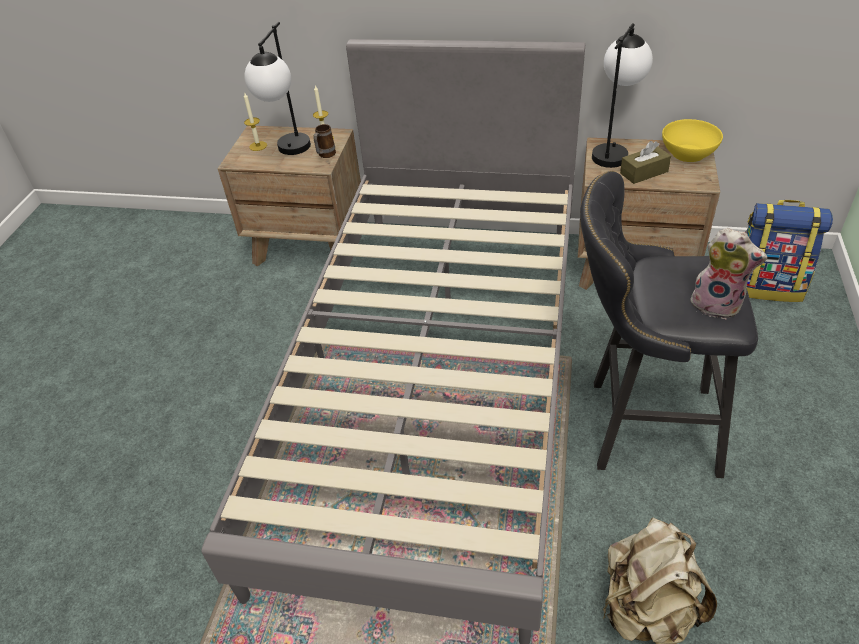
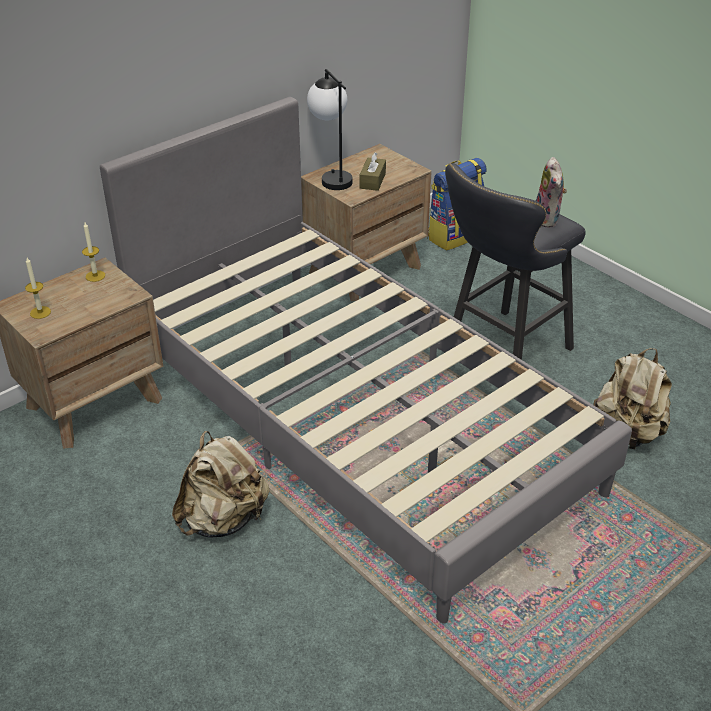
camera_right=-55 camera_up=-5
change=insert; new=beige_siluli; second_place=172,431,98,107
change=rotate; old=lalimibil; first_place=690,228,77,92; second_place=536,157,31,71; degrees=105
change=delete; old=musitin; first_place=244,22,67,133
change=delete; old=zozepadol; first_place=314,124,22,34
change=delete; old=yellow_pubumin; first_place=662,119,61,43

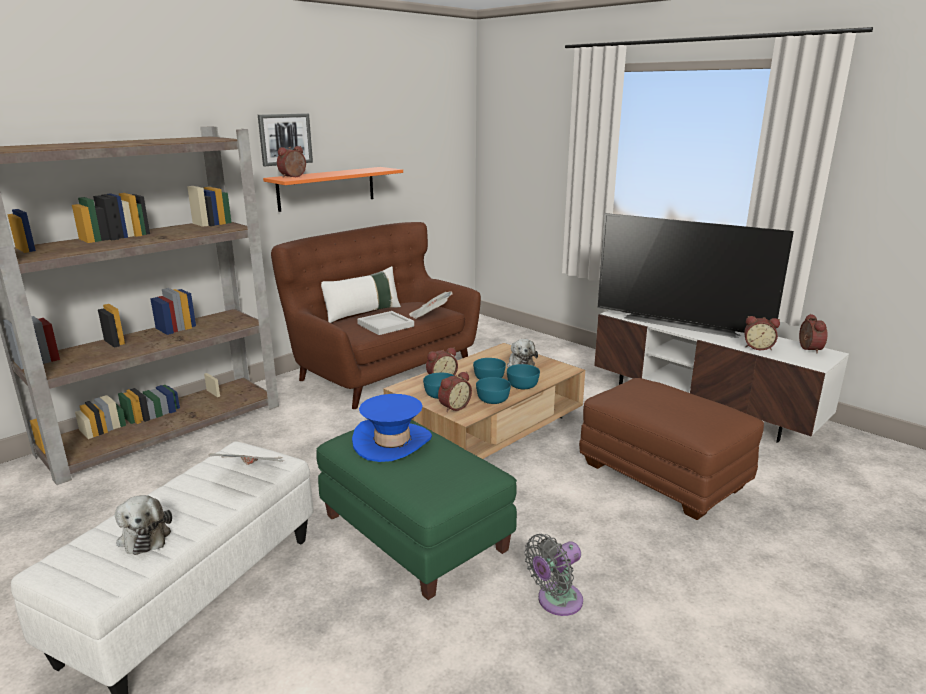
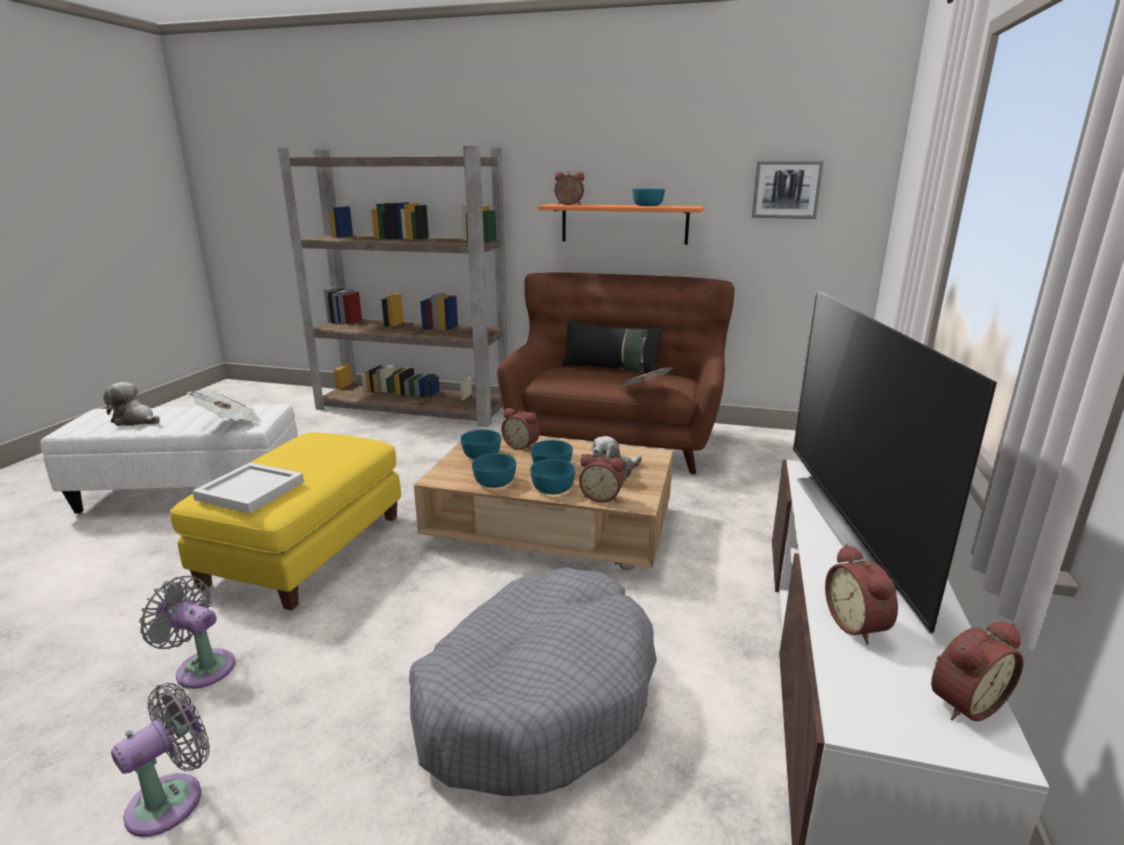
camera_right=60 camera_up=0
change=rotate; old=lalimibil; first_place=115,495,57,60; second_place=103,382,57,44; degrees=75
change=insert; new=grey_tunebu; second_place=111,683,99,154
change=recolor; old=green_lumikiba; new=yellow_lumikiba; first_place=316,420,201,180; second_place=170,432,231,178
change=move; old=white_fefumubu; first_place=357,311,57,24; second_place=192,463,112,51
change=replace; old=brown_lumikiba; new=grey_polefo; first_place=579,378,185,142; second_place=409,567,248,229
change=recolor; old=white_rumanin; new=black_rumanin; first_place=321,266,80,57; second_place=562,321,102,53
change=move; old=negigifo; first_place=438,371,34,41; second_place=579,454,45,49
change=insert; new=turquoise_pubumin; second_place=633,189,32,17
change=move; old=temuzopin; first_place=258,114,55,52; second_place=752,160,72,59
change=delete; old=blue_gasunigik; first_place=352,394,80,68

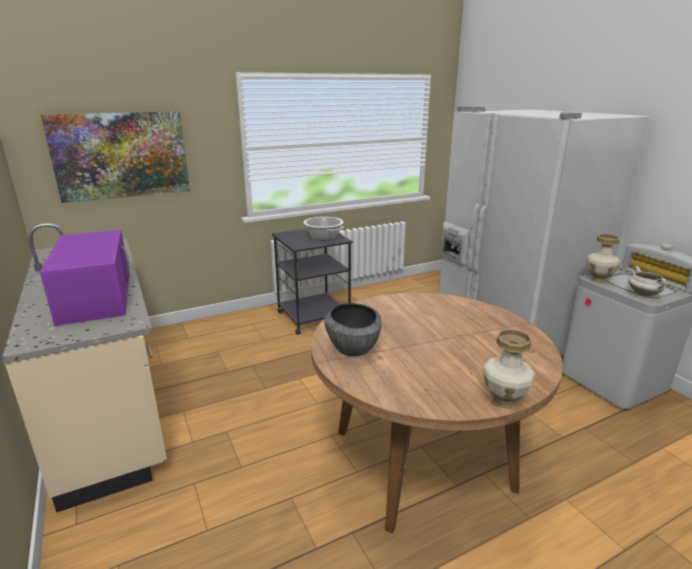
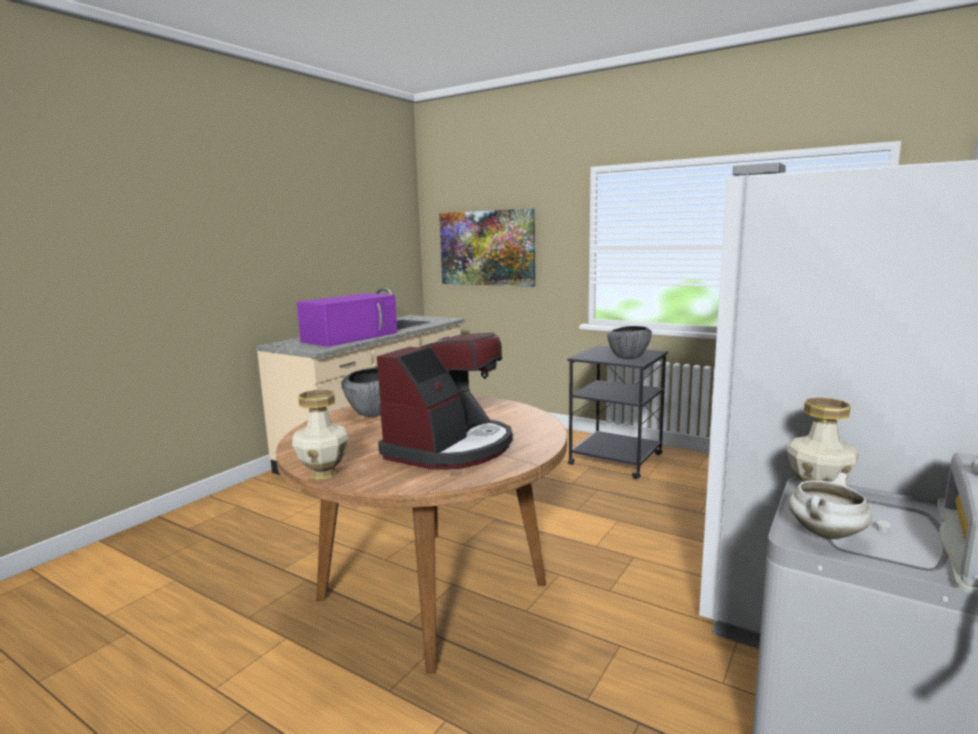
camera_right=60 camera_up=-10
change=insert; new=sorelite; second_place=377,333,135,137
change=replace; old=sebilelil; new=pubumin; first_place=303,217,41,23; second_place=607,326,45,33

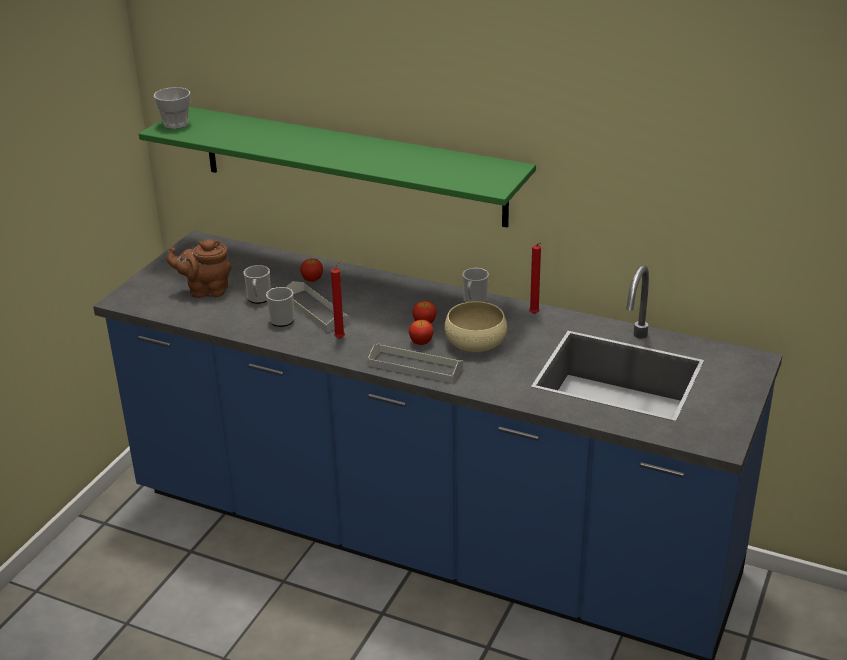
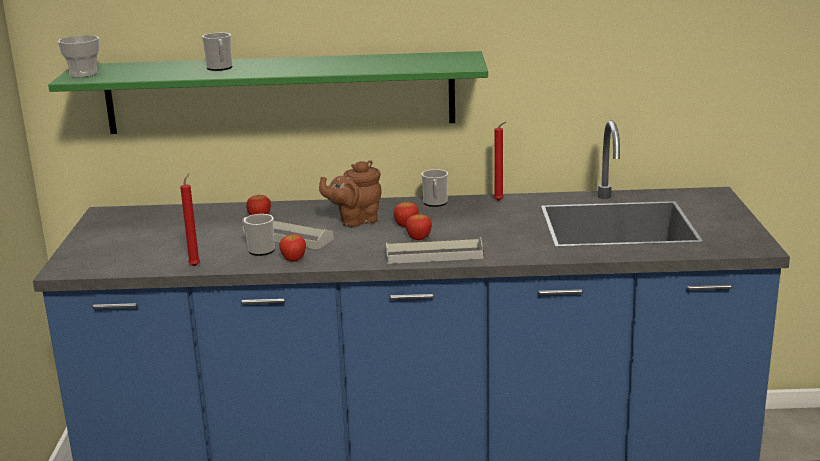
camera_right=-25 camera_up=-10
change=move; old=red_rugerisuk; first_place=331,259,14,80; second_place=180,174,20,92
change=move; old=zozepadol; first_place=243,265,28,39; second_place=202,33,30,38
change=insert; new=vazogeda; second_place=279,235,27,27
change=move; old=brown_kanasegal; first_place=167,239,64,59; second_place=319,160,62,67
change=delete; old=beige_pubumin; first_place=444,301,63,51

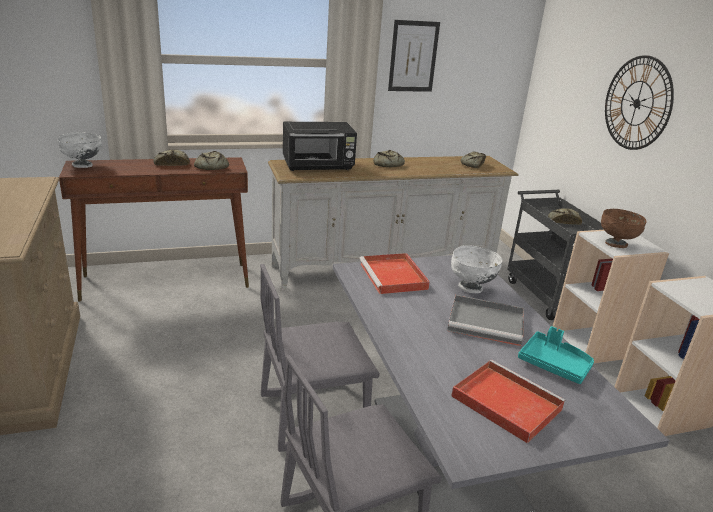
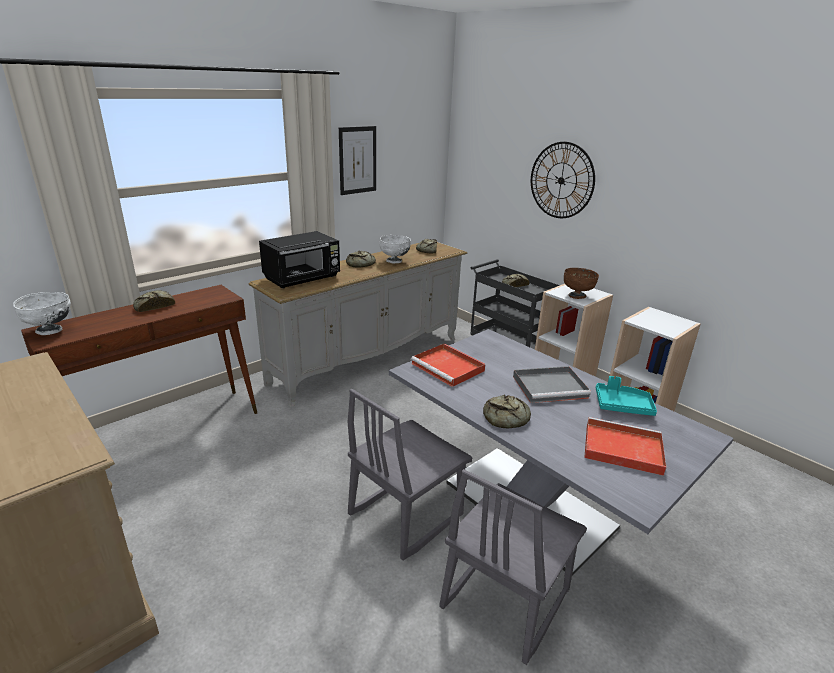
camera_right=-25 camera_up=0
change=move; old=white_pubumin; first_place=451,245,51,48; second_place=379,235,32,28
change=move; old=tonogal; first_place=194,151,35,19; second_place=483,394,48,34

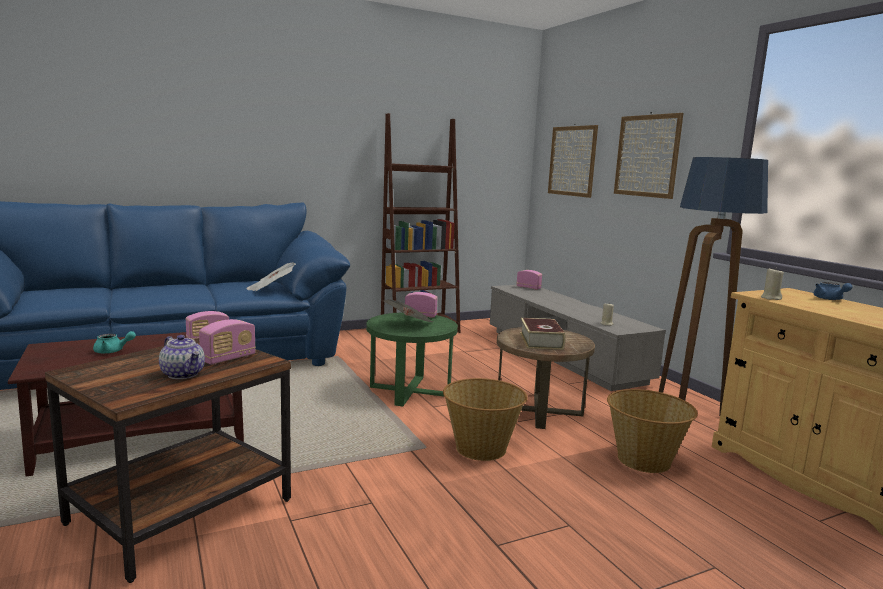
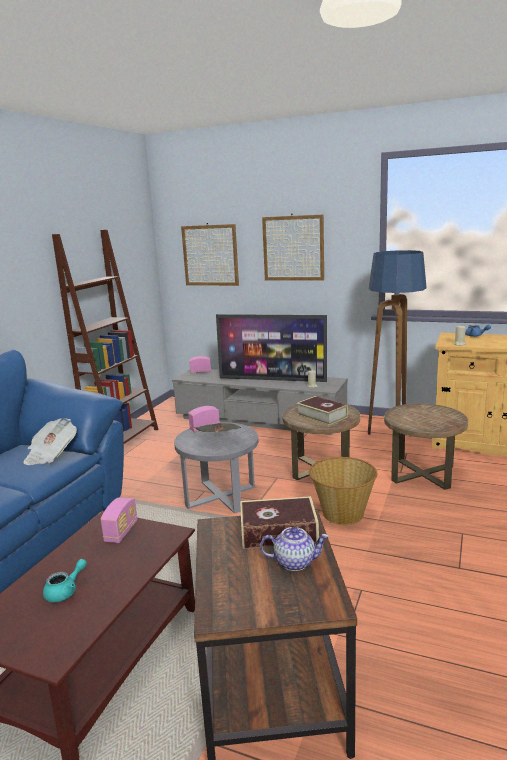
camera_right=-40 camera_up=5
change=recolor; old=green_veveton; new=grey_veveton; first_place=366,312,92,94; second_place=174,422,84,92
change=insert; new=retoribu; second_place=216,314,111,68
change=replace; old=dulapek; new=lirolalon; first_place=199,319,57,46; second_place=240,496,79,53
change=replace; old=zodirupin; new=brown_veveton; first_place=607,389,91,84; second_place=384,403,84,87

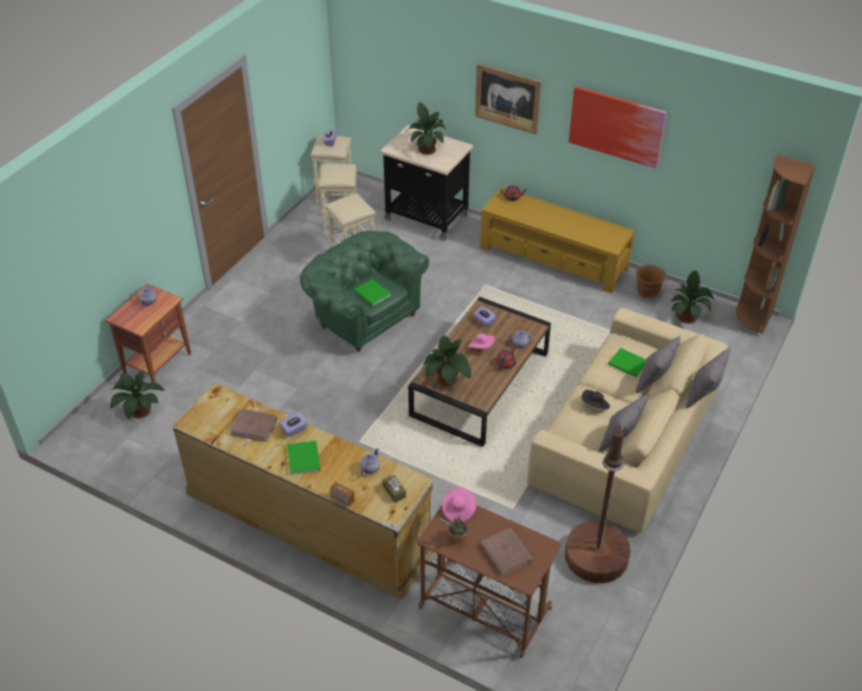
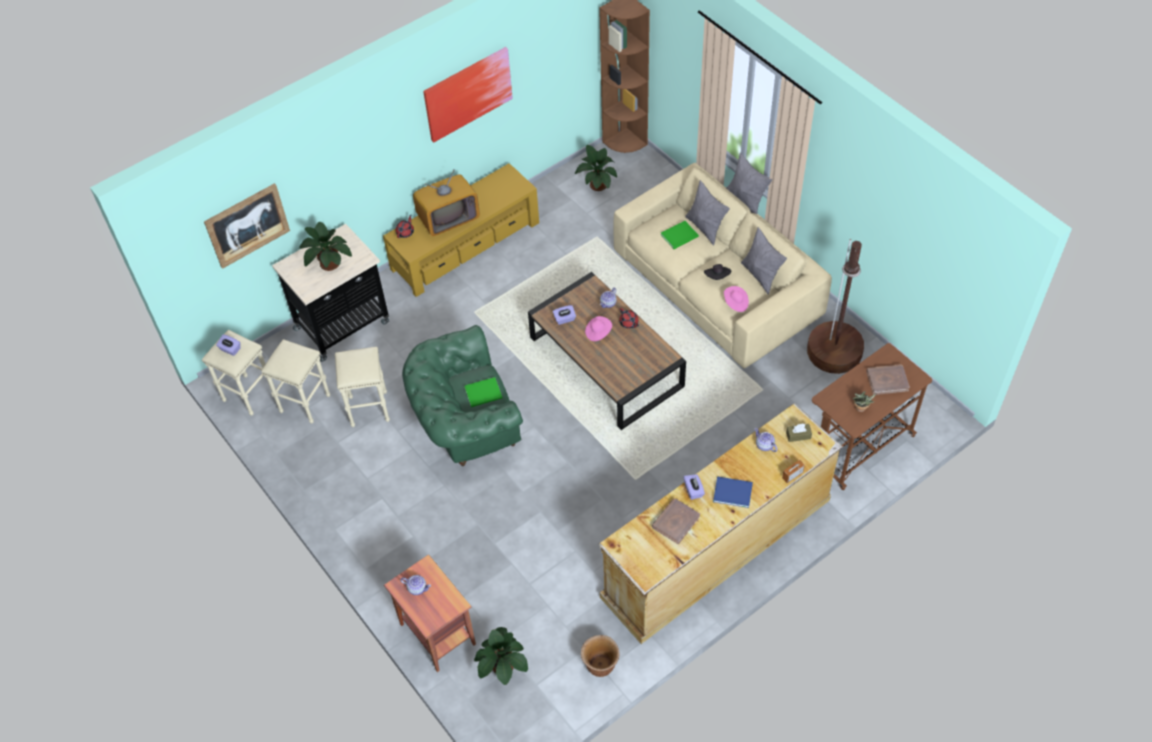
camera_right=-65 camera_up=10
change=move; old=temuzopin; first_place=475,64,67,71; second_place=204,183,86,86
change=insert; new=retoribu; second_place=413,169,67,67
change=move; old=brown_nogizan; first_place=636,265,31,33; second_place=581,635,39,42
change=recolor; old=green_lirolalon; new=blue_lirolalon; first_place=287,441,33,34; second_place=713,476,40,32
change=move; old=pink_gasunigik; first_place=442,487,35,35; second_place=724,286,25,26
change=delete; old=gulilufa; first_place=423,335,48,52

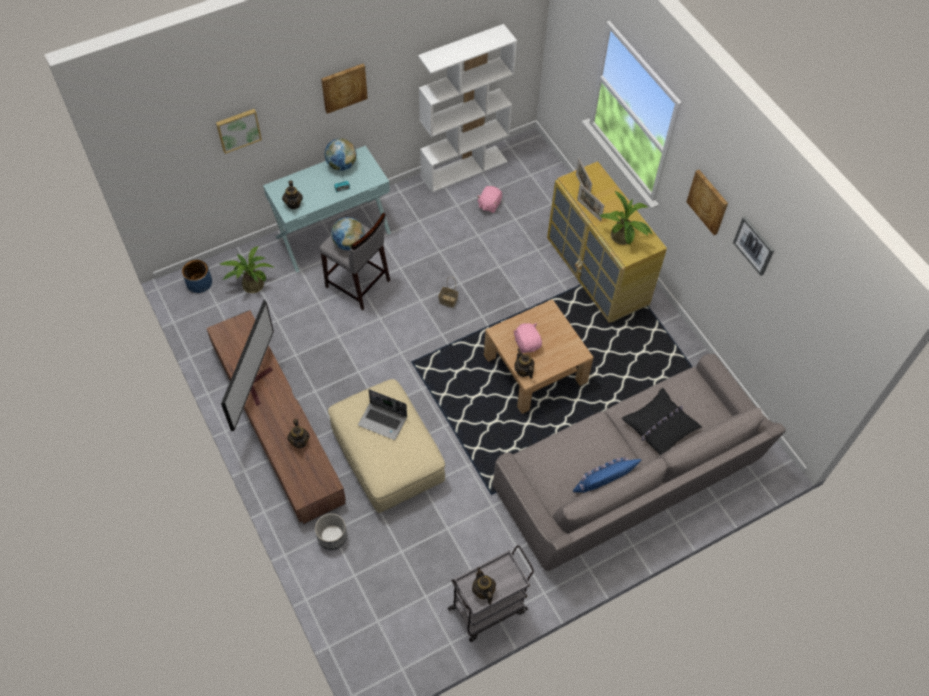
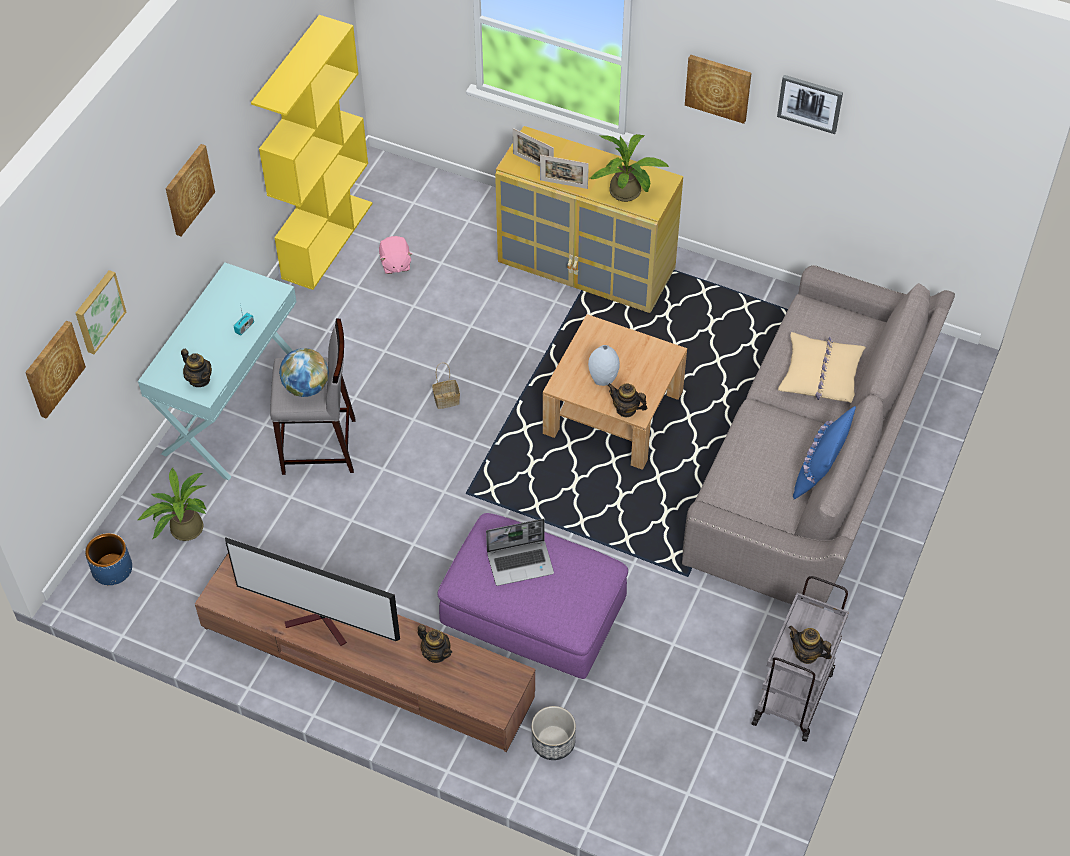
camera_right=-35 camera_up=-5
change=insert; new=temuzopin; second_place=25,321,61,98
change=rotate; old=retoribu; first_place=221,300,53,131; second_place=225,537,175,109; degrees=135
change=recolor; old=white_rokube; new=yellow_rokube; first_place=418,24,99,169; second_place=251,15,122,275
change=recolor; old=beige_lumikiba; new=purple_lumikiba; first_place=328,379,117,134; second_place=437,513,191,166
change=replace; old=pink_lalimibil; new=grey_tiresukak; first_place=513,323,29,30; second_place=588,345,32,41
change=recolor; old=black_rumanin; new=beige_rumanin; first_place=622,388,80,67; second_place=778,332,88,71
change=delete; old=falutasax; first_place=324,138,33,33

